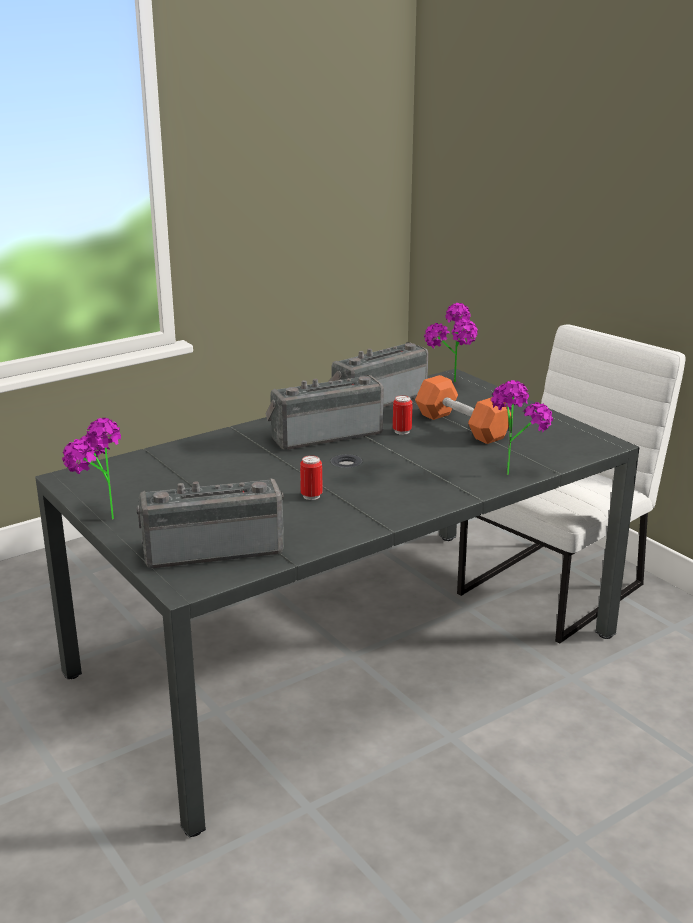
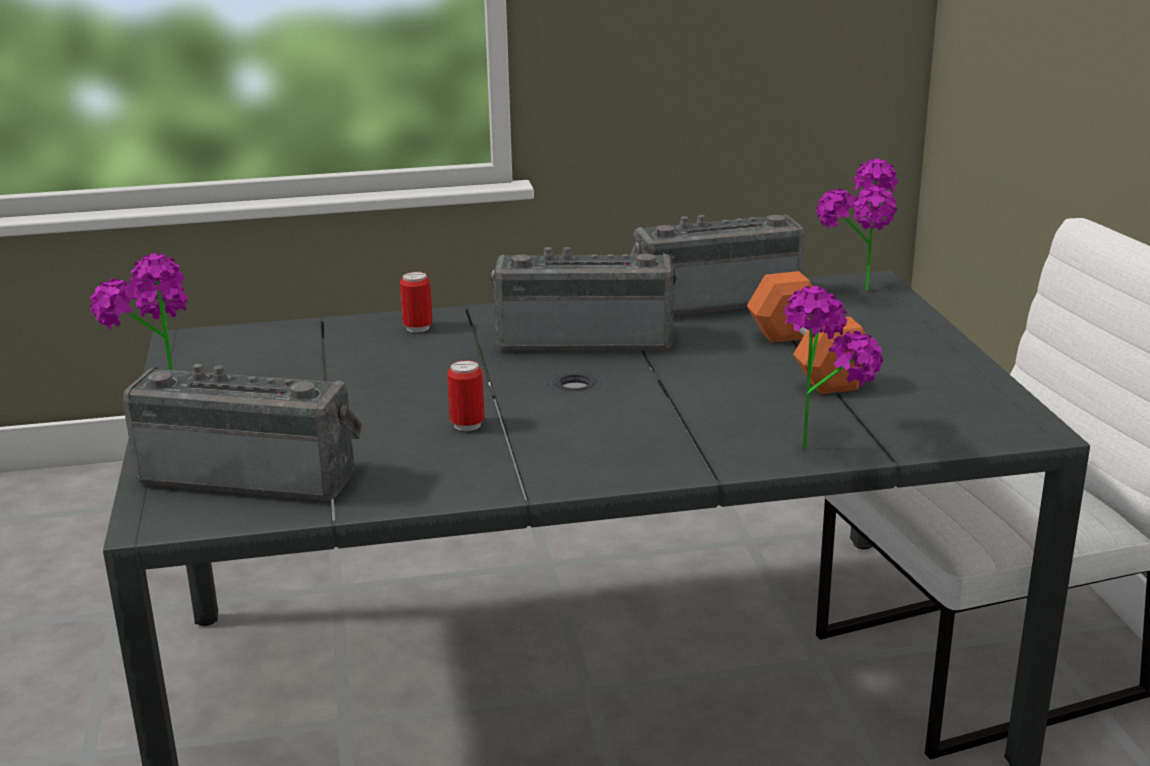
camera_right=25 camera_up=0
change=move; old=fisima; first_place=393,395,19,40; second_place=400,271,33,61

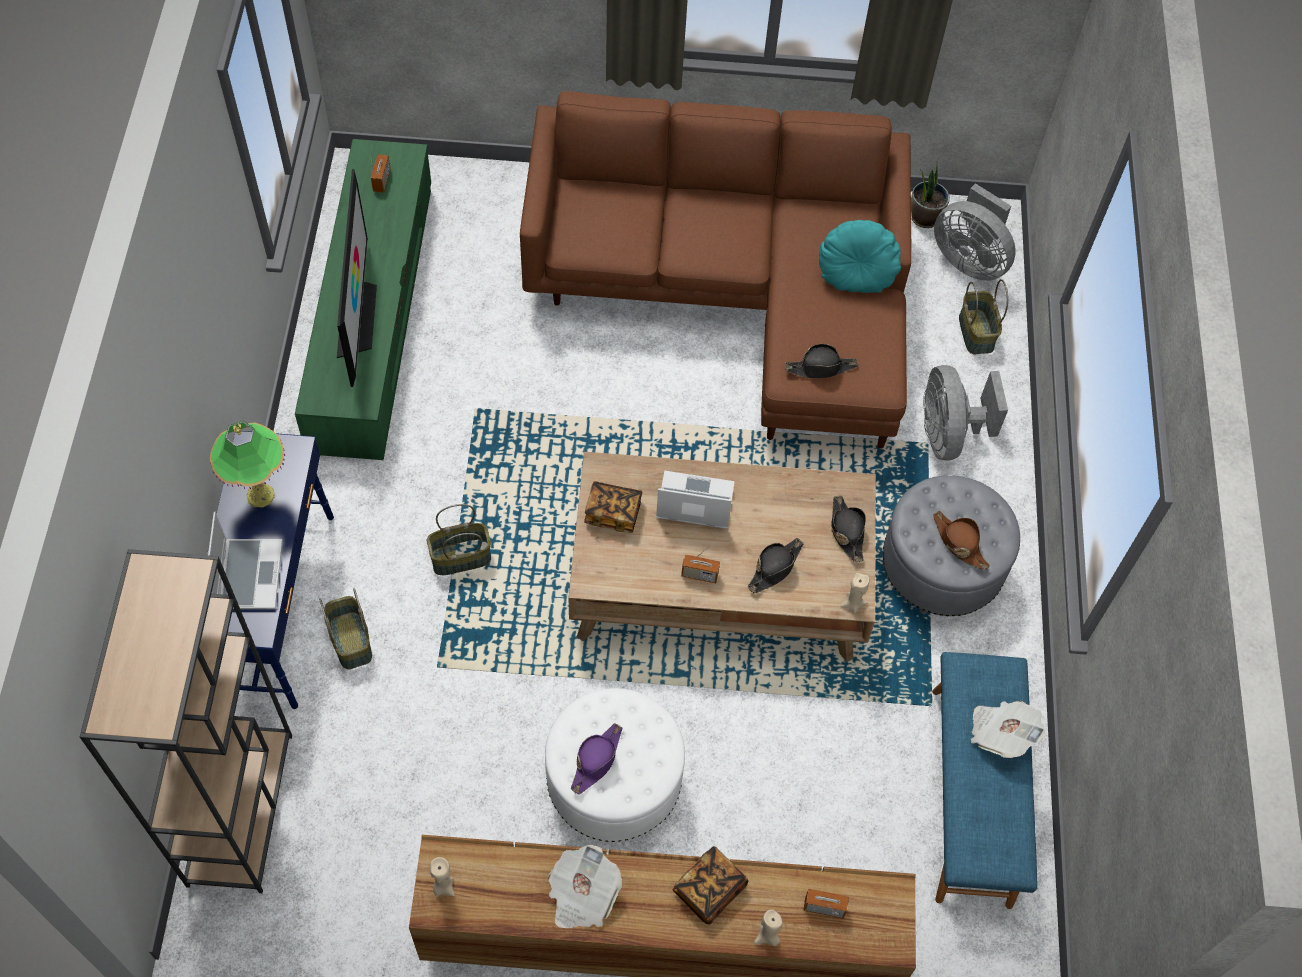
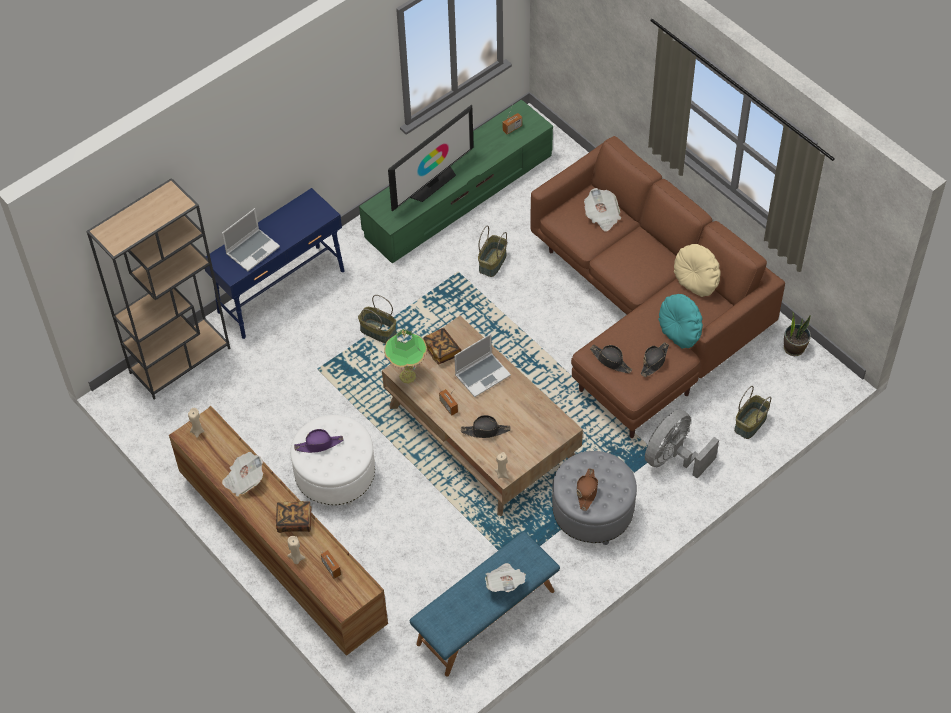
camera_right=50 camera_up=-5
change=move; old=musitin; first_place=210,421,75,87; second_place=384,329,43,55
change=rotate; old=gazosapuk; first_place=656,471,79,58; second_place=454,334,57,63; degrees=90
change=move; old=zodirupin; first_place=319,588,53,81; second_place=478,225,29,52
change=insert; new=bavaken; second_place=584,188,37,44
change=move; old=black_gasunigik; first_place=831,496,35,66; second_place=641,342,28,35
change=insert; new=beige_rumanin; second_place=674,244,47,53
change=delete; old=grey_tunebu; first_place=934,183,82,98

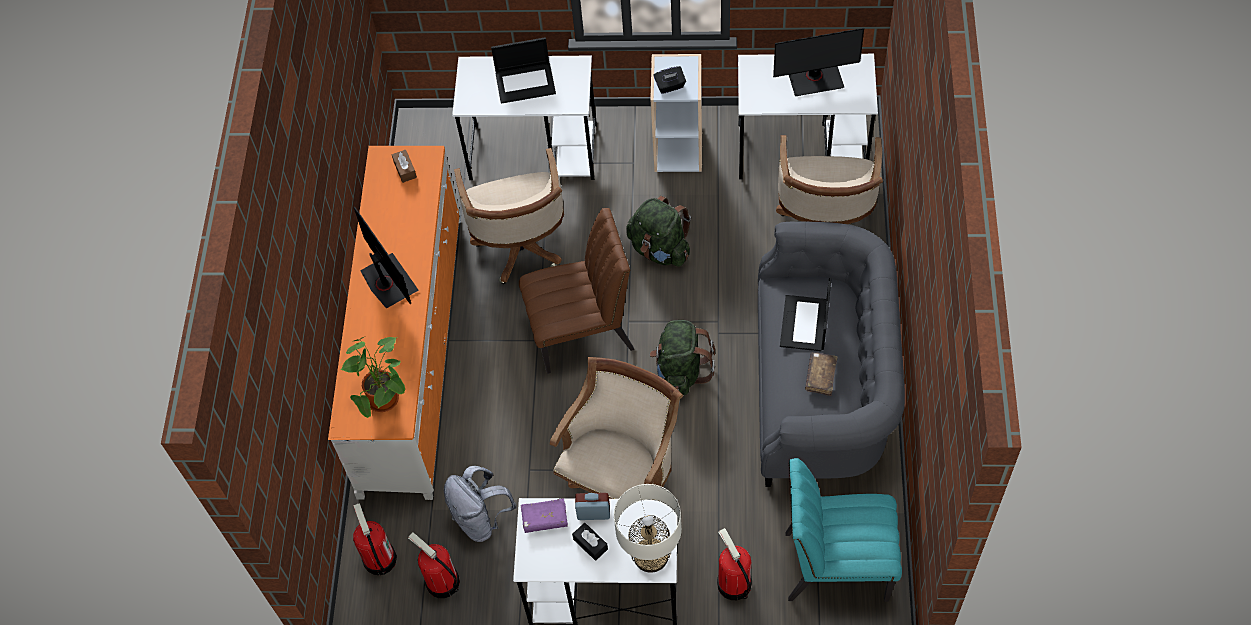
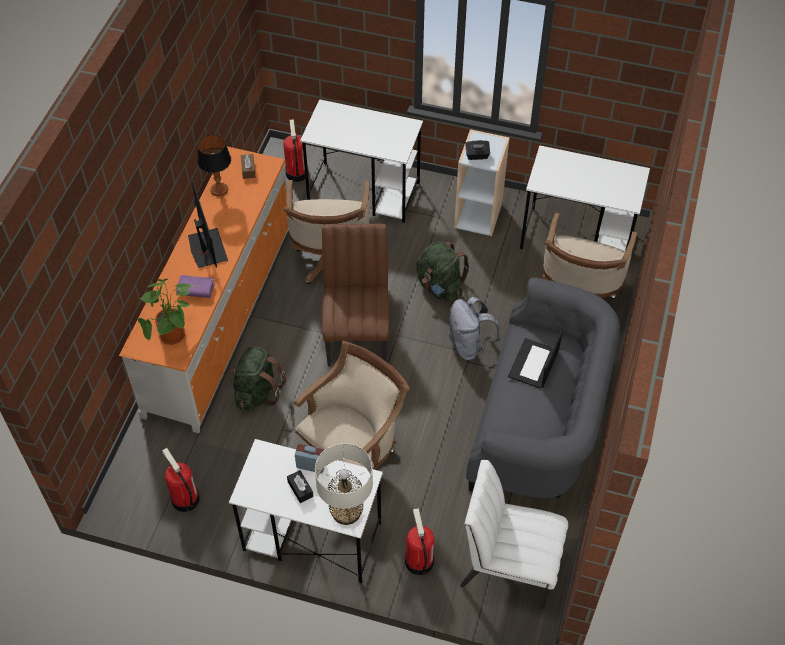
camera_right=10 camera_up=-5
change=move; old=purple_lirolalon; first_place=521,498,47,35; second_place=176,275,39,23
change=insert; new=musitin; second_place=197,135,34,61
change=move; old=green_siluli; first_place=650,320,65,75; second_place=230,346,57,65
change=move; old=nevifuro; first_place=353,503,44,72; second_place=283,119,26,63
change=rotate; old=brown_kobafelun; first_place=519,208,115,166; second_place=322,223,67,143; degrees=-90
change=move; old=grey_siluli; first_place=444,466,73,76; second_place=448,297,52,63
change=recolor; old=turquoise_kobafelun; new=white_kobafelun; first_place=785,458,117,144; second_place=460,460,108,149
change=delete; old=gazosapuk; first_place=491,37,65,67
change=delete; old=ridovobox; first_place=773,28,91,68
change=delete; old=brown_lirolalon; first_place=805,352,32,44

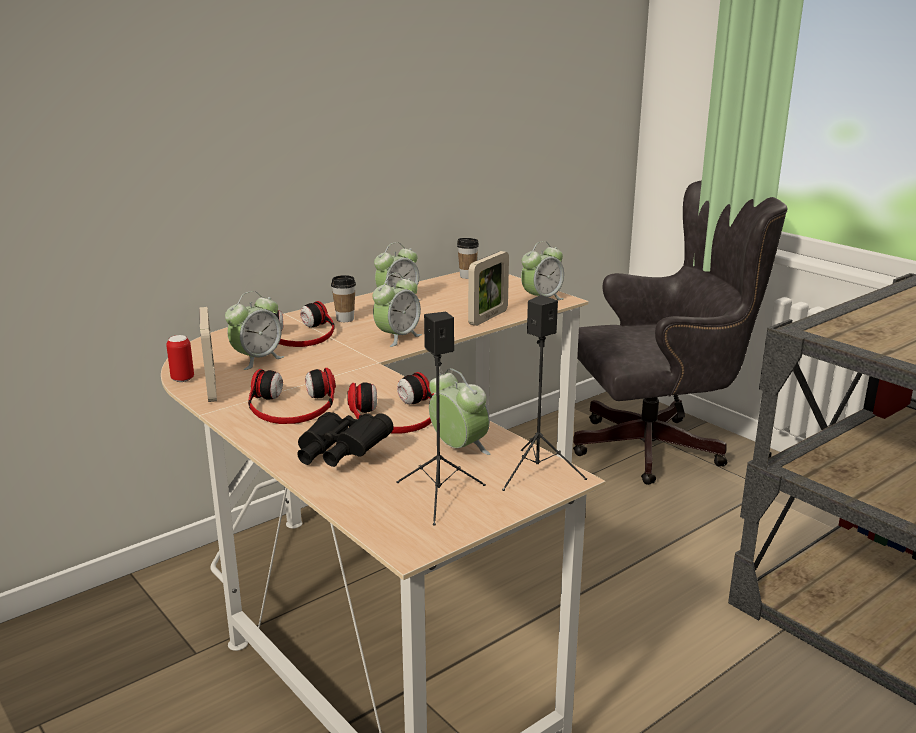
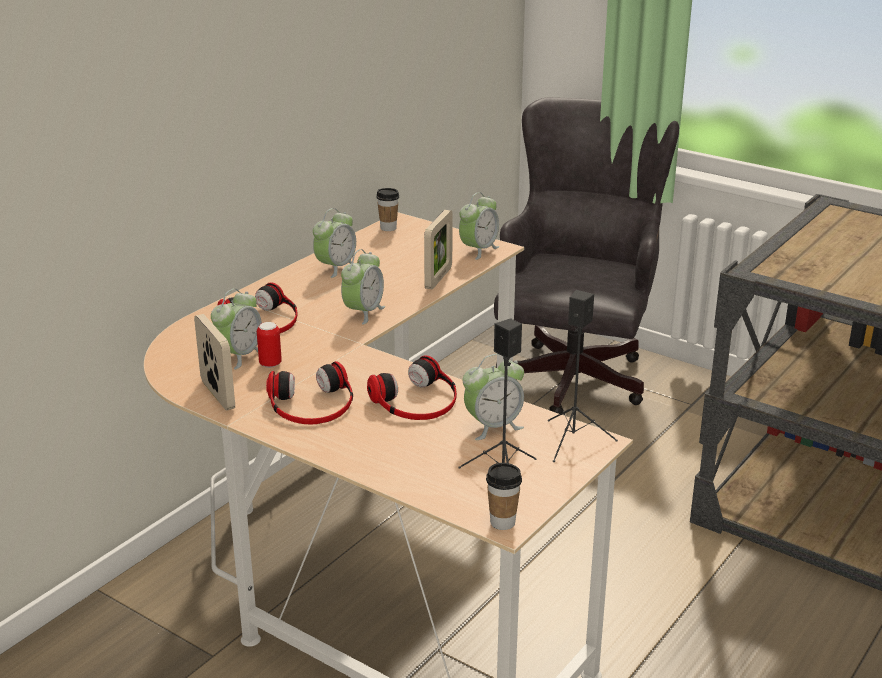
camera_right=-15 camera_up=5
change=move; old=fisima; first_place=166,335,28,47; second_place=257,322,25,46
change=rotate; old=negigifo; first_place=429,368,61,87; second_place=463,354,61,86; degrees=120
change=move; old=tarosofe; first_place=331,275,25,47; second_place=486,463,36,67
change=rotate; old=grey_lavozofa; first_place=573,181,215,304; second_place=494,97,185,317; degrees=-45
change=delete; old=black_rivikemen; first_place=297,412,96,55

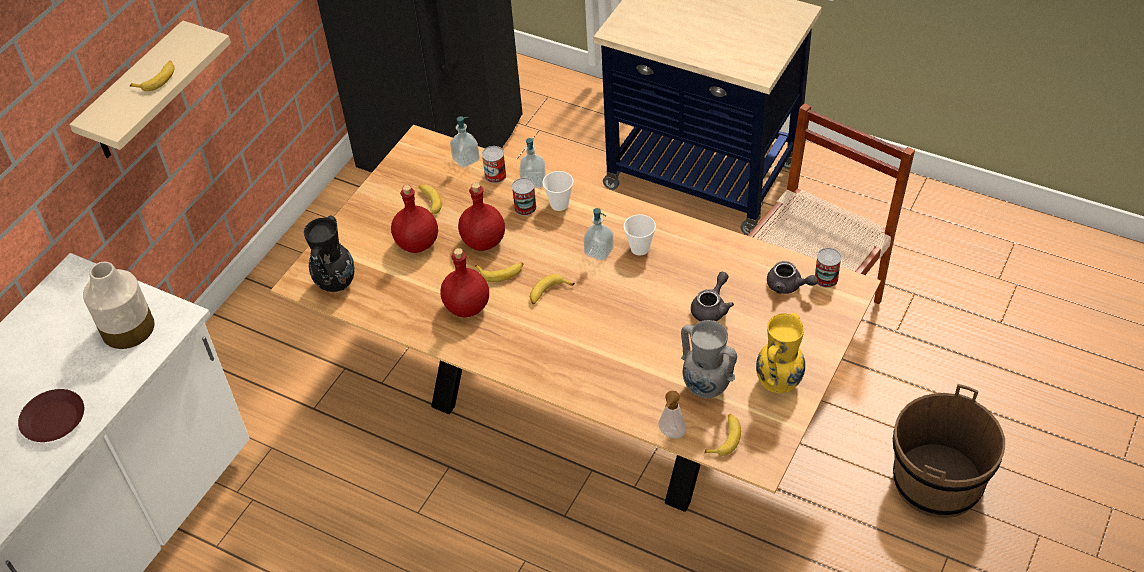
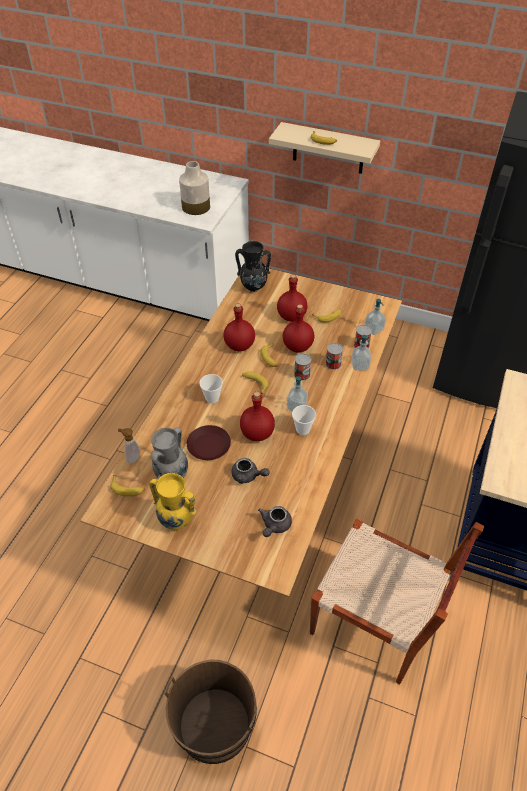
camera_right=80 camera_up=0
change=move; old=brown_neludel; first_place=18,389,66,53; second_place=187,425,44,35
change=move; old=tarosofe; first_place=542,171,32,40; second_place=199,374,24,29
change=insert; new=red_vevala; second_place=240,392,35,49
change=move; old=fisima; first_place=815,248,26,40; second_place=294,353,17,28

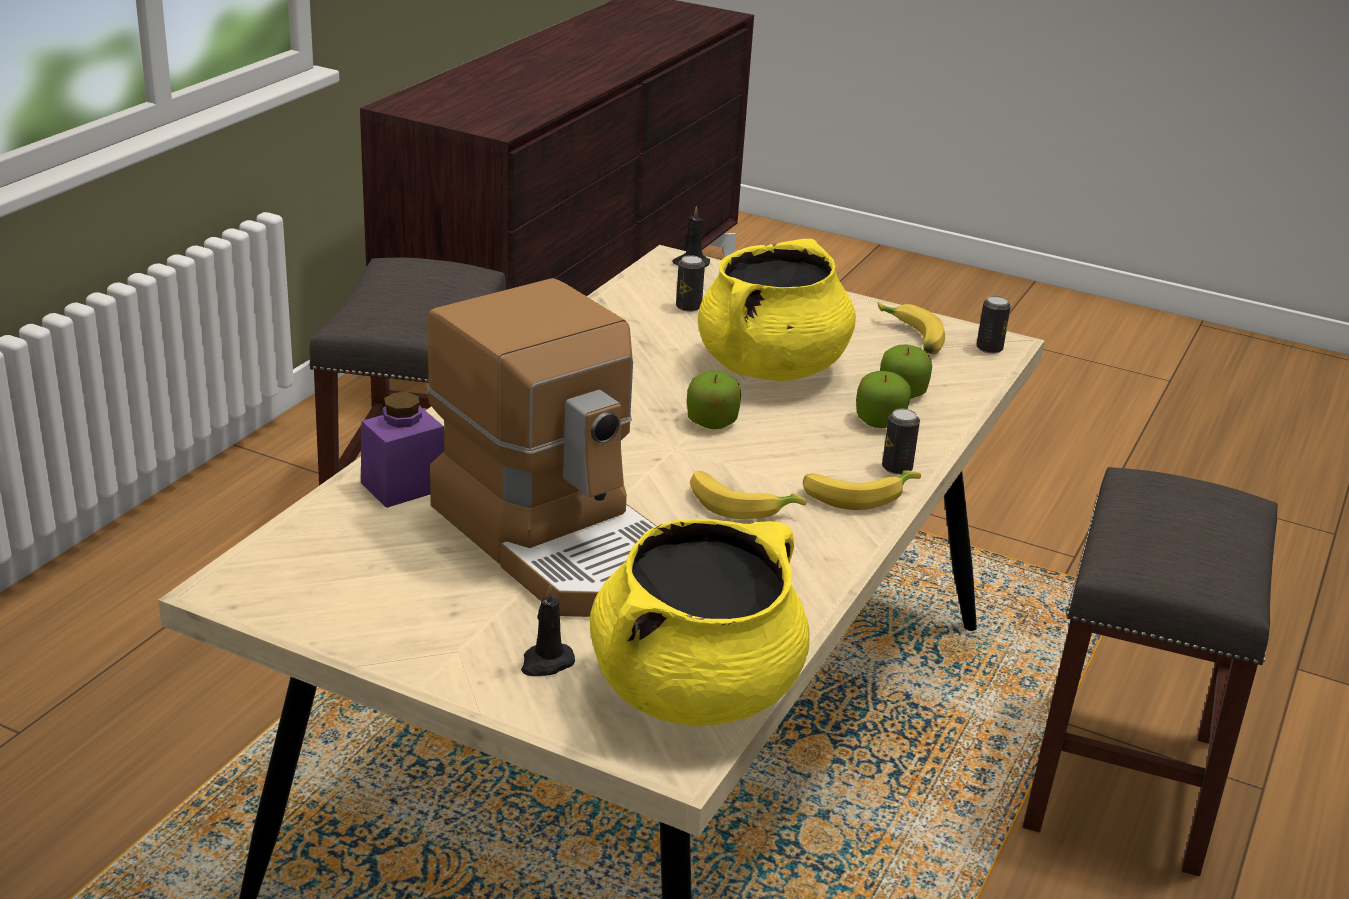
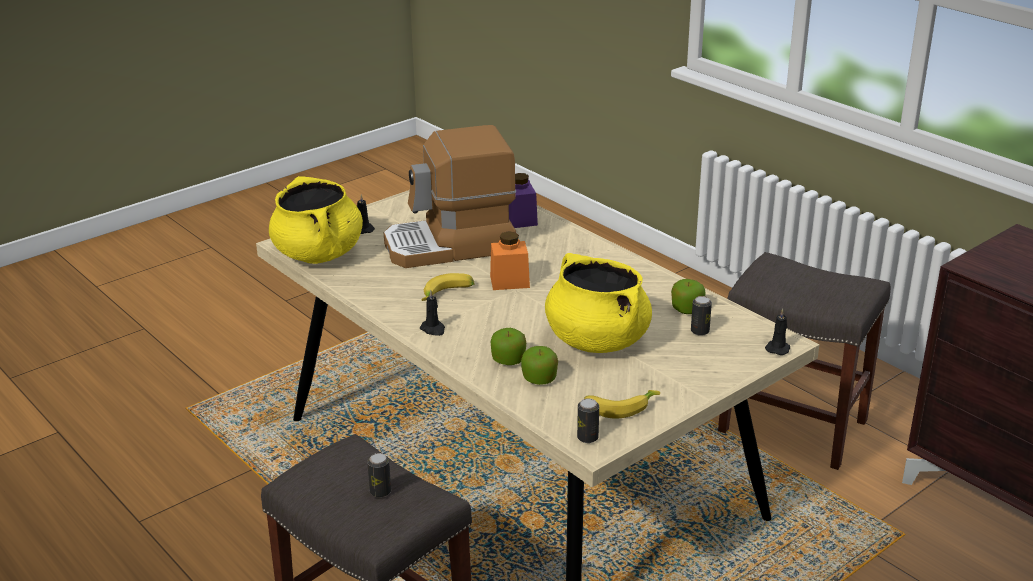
camera_right=115 camera_up=0
change=move; old=fisima; first_place=882,409,38,66; second_place=367,453,24,45
change=replace; old=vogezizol; new=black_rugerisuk; first_place=803,470,118,40; second_place=420,290,25,46
change=insert; new=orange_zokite; second_place=490,231,40,59
change=move; old=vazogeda; first_place=687,370,54,59; second_place=671,279,35,35

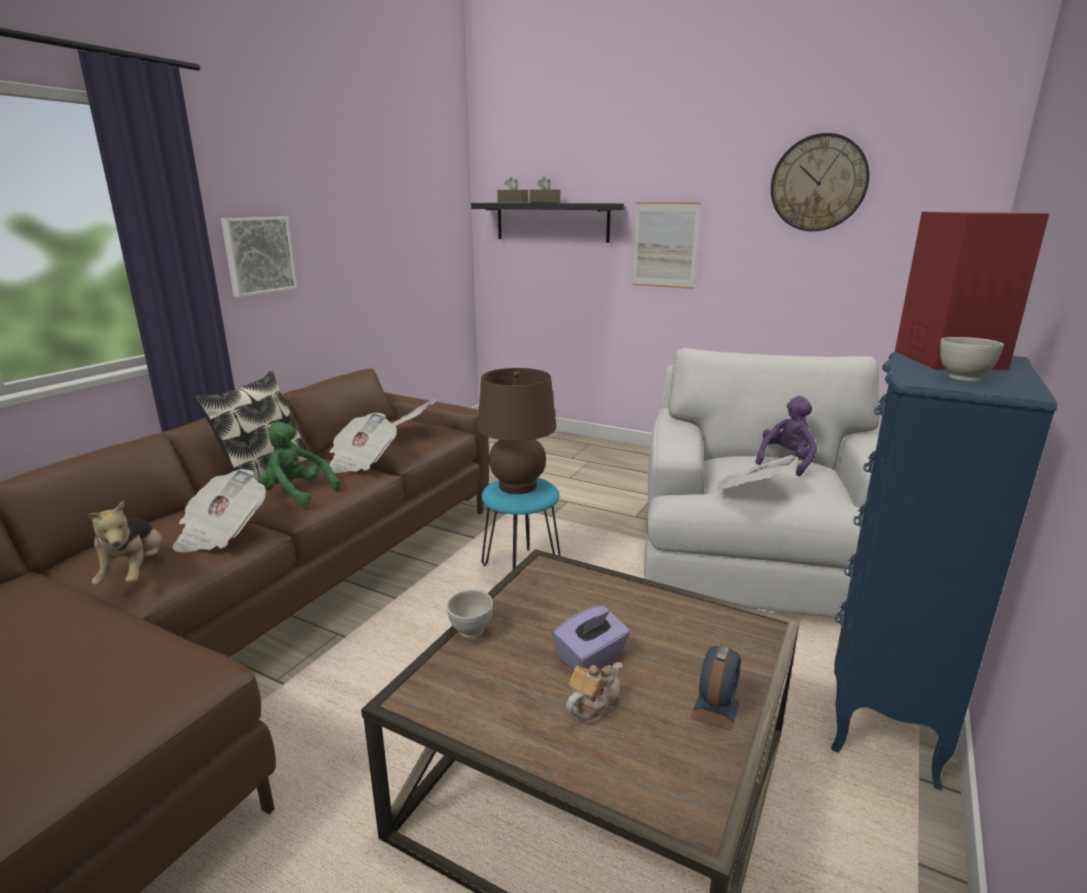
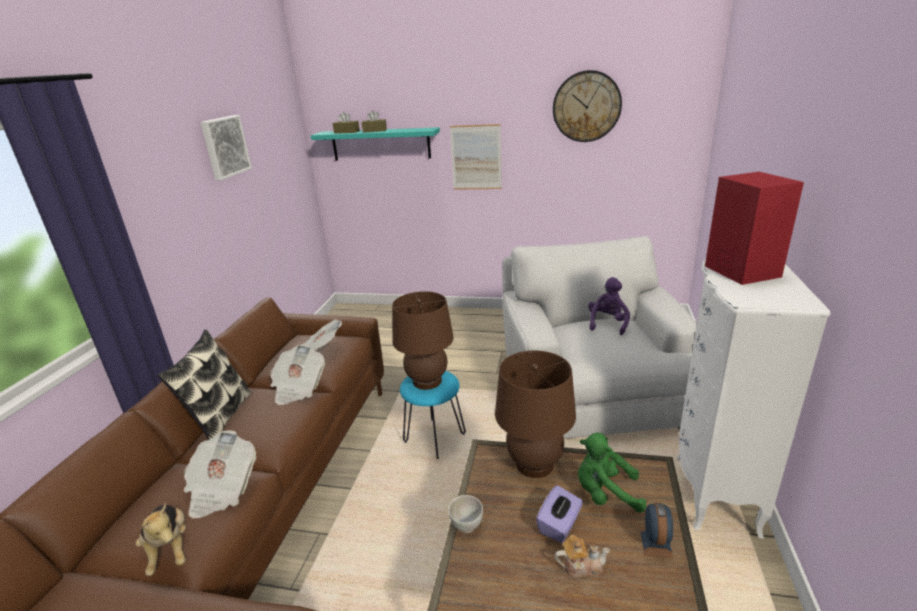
camera_right=-15 camera_up=5
change=move; old=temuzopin; first_place=221,217,76,80; second_place=201,115,51,65
change=recolor; old=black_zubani; new=turquoise_zubani; first_place=471,203,153,40; second_place=311,127,129,34
change=insert; new=brown_musitin; second_place=495,351,81,127
change=rotate; old=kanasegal; first_place=566,662,56,63; second_place=555,535,55,42; degrees=60
change=move; old=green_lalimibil; first_place=258,422,82,84; second_place=578,433,68,80
change=recolor; old=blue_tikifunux; new=white_tikifunux; first_place=831,351,226,440; second_place=677,259,153,280
change=delete; old=bavaken; first_place=716,455,82,36
change=delete; old=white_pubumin; first_place=940,337,64,44

